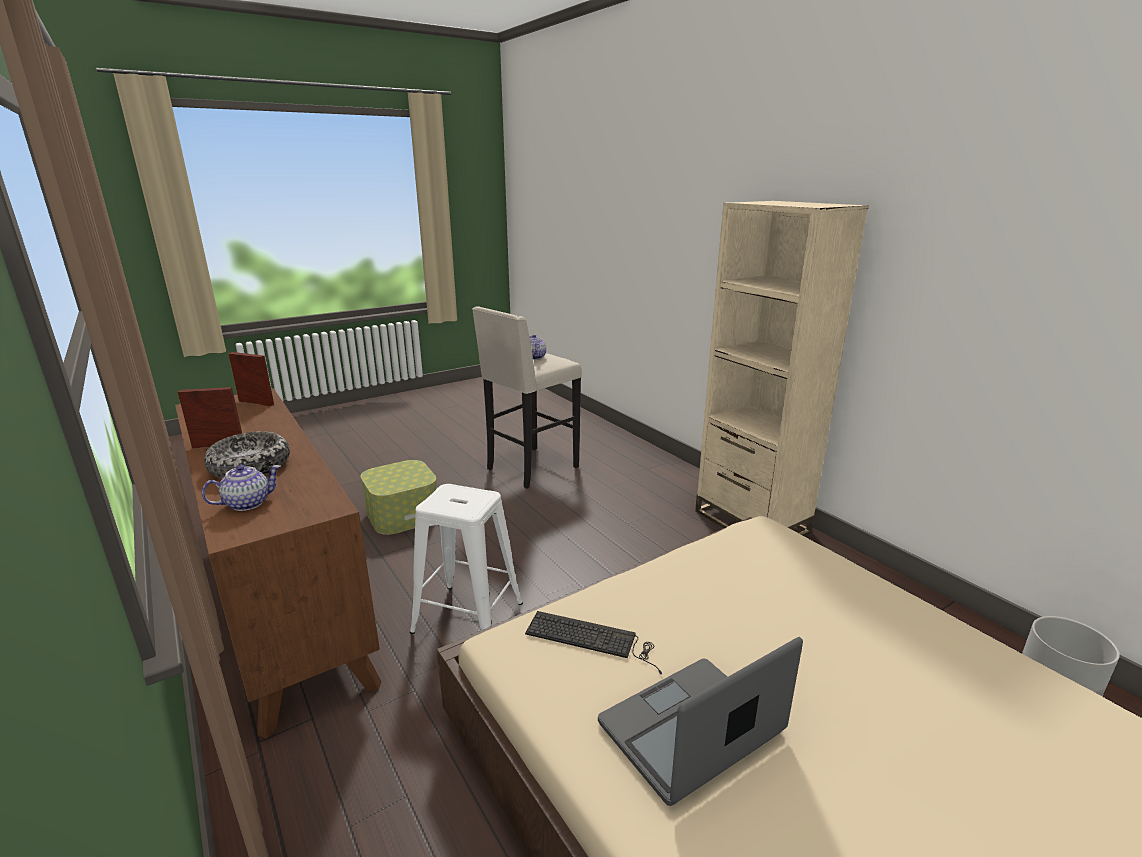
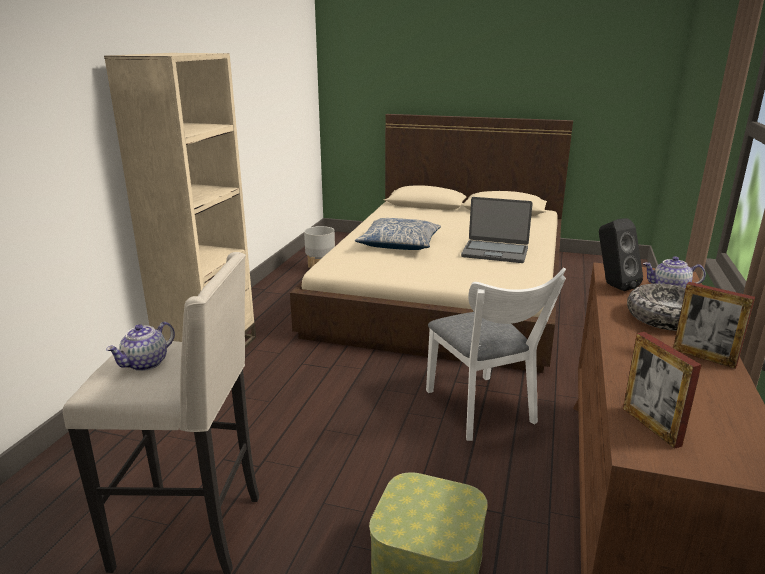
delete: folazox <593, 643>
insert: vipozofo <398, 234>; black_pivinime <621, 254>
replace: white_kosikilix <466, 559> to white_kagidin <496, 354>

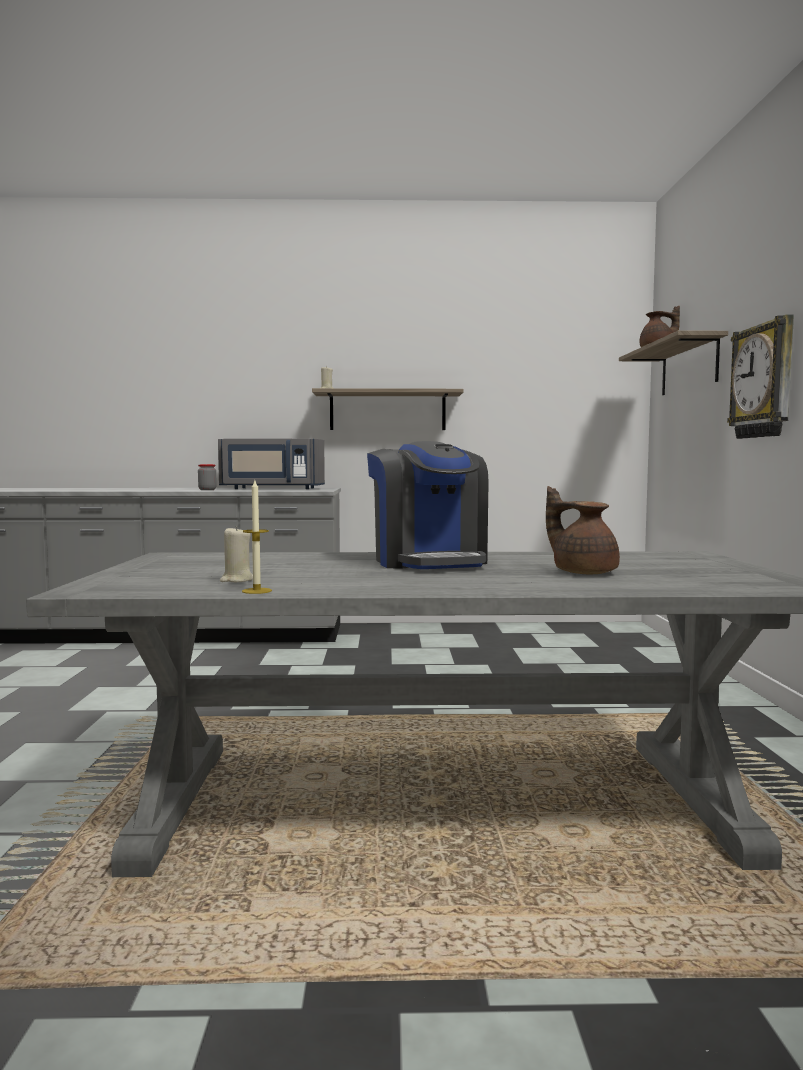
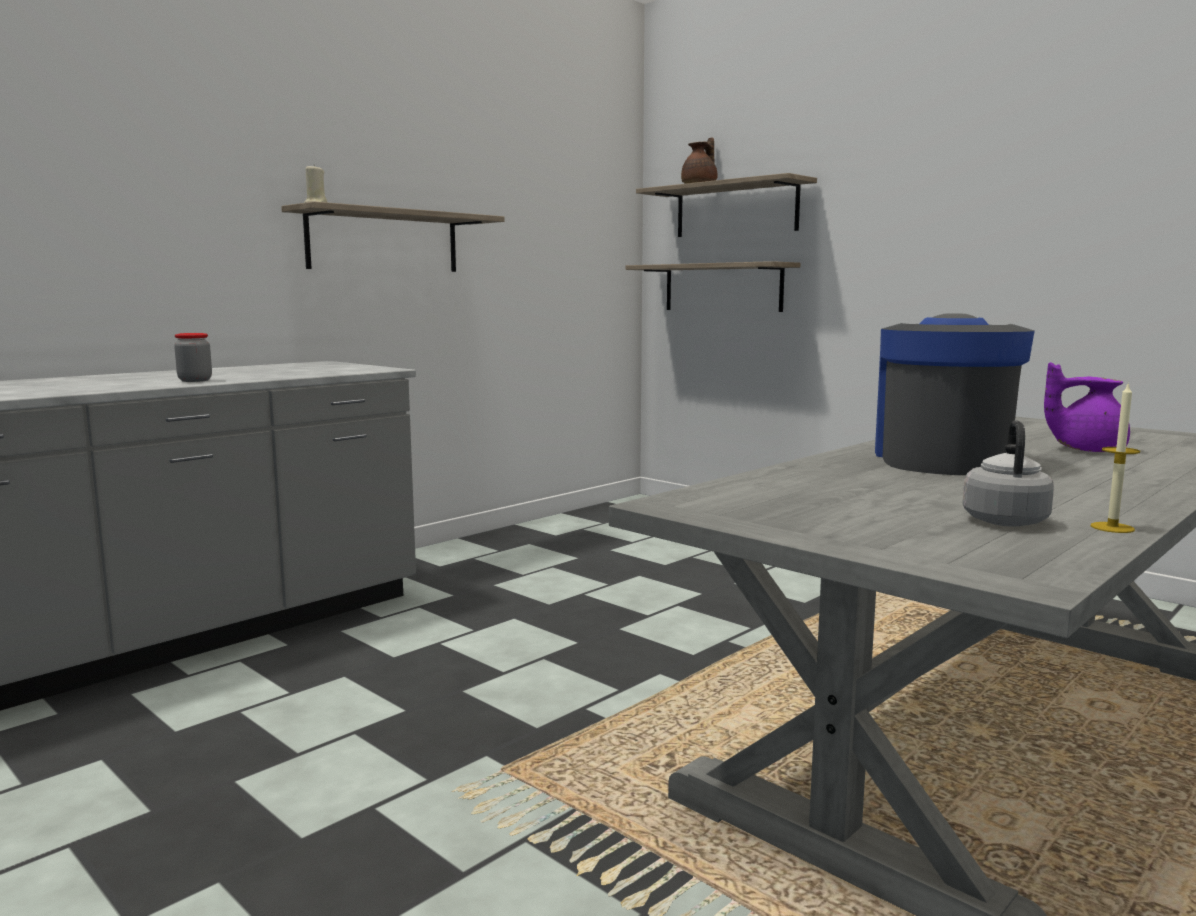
delete: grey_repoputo <271, 463>; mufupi <760, 376>
insert: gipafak <712, 286>
replace: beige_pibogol <236, 554> to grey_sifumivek <1008, 473>
recolor: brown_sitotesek <583, 530> to purple_sitotesek <1087, 407>
rotate: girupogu <428, 505> = <955, 394> 105 degrees counterclockwise

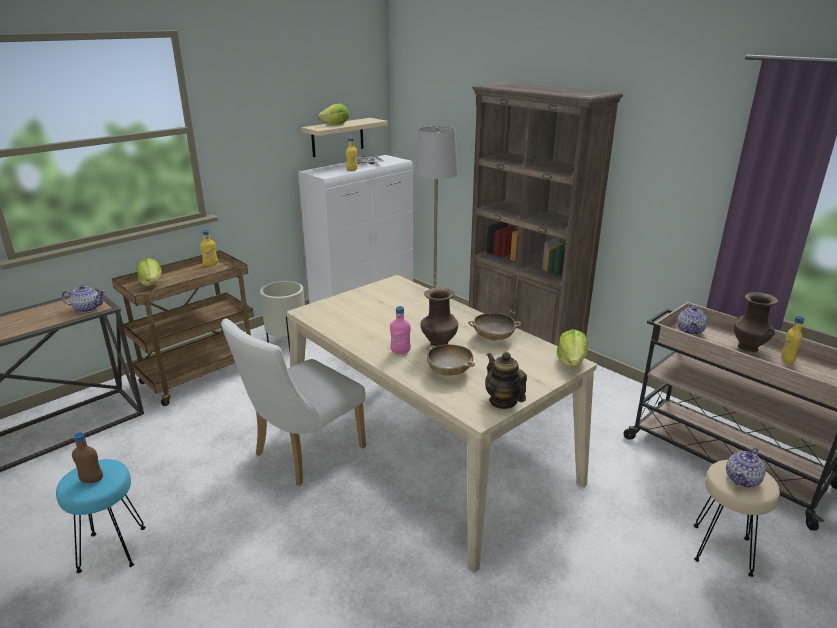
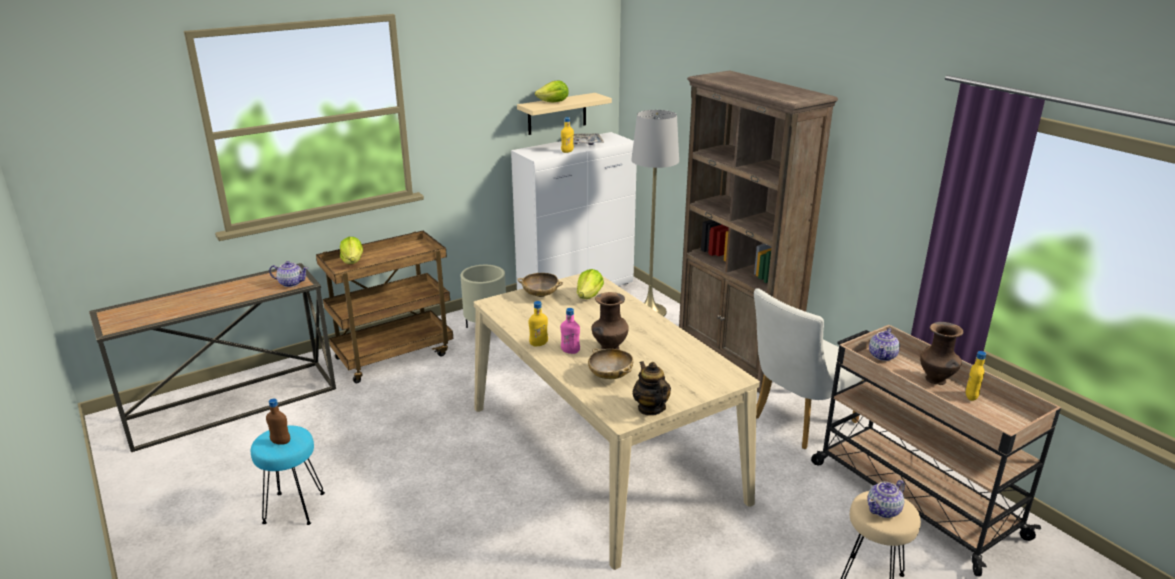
move: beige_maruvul <494, 327> to <540, 285>; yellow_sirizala <209, 248> to <538, 323>; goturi <572, 348> to <590, 284>; white_kagidin <293, 402> to <808, 368>

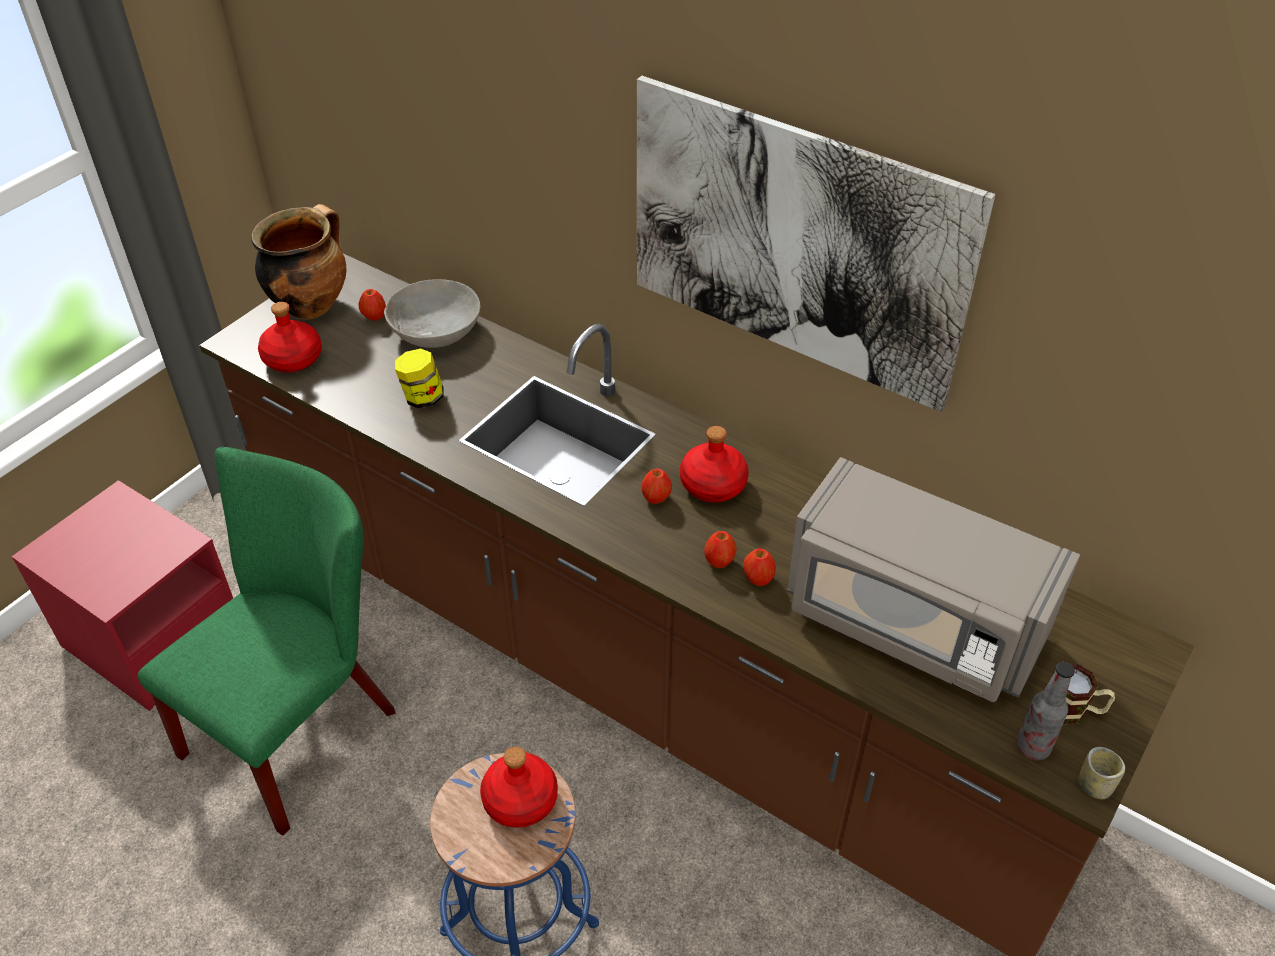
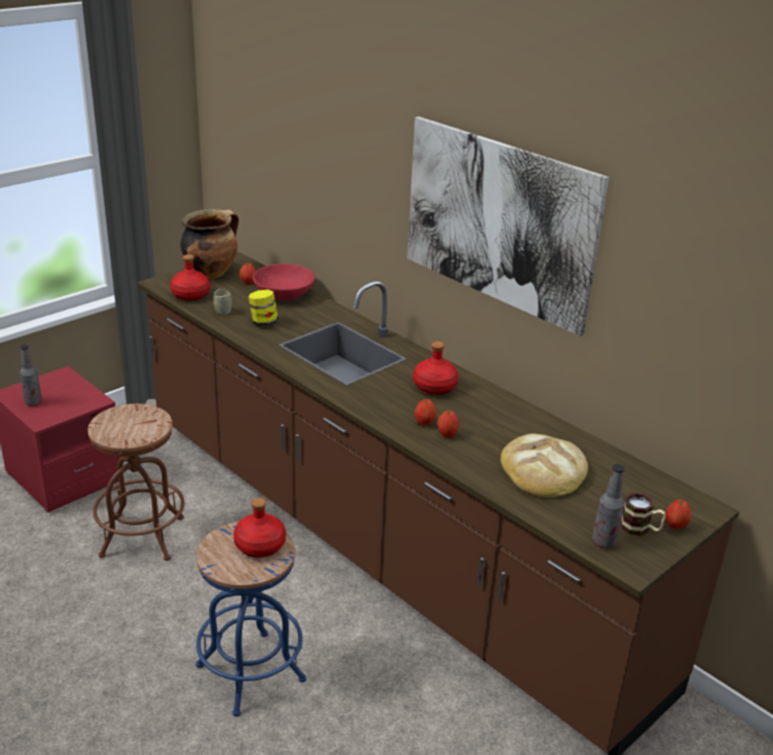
insert: sirizala <31, 375>
move: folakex <1101, 773> to <222, 302>; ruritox <657, 486> to <678, 514>
replace: green_kagidin <266, 641> to brown_kosikilix <136, 482>; grey_repoputo <933, 579> to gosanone <544, 465>
recolor: grey_maruvul <432, 313> to red_maruvul <284, 282>

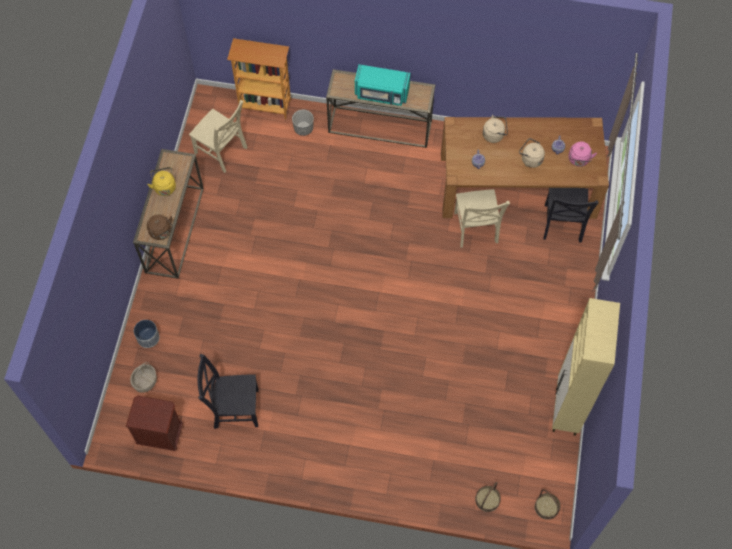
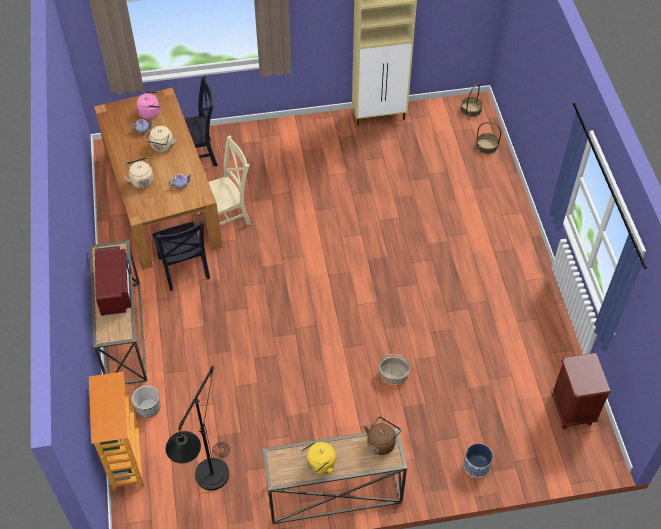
move: black_kagidin <228, 391> to <181, 256>; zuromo <143, 377> to <394, 369>
replace: beige_kagidin <218, 136> to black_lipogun <198, 428>
recolor: turquoise_repoputo <382, 85> to red_repoputo <113, 281>

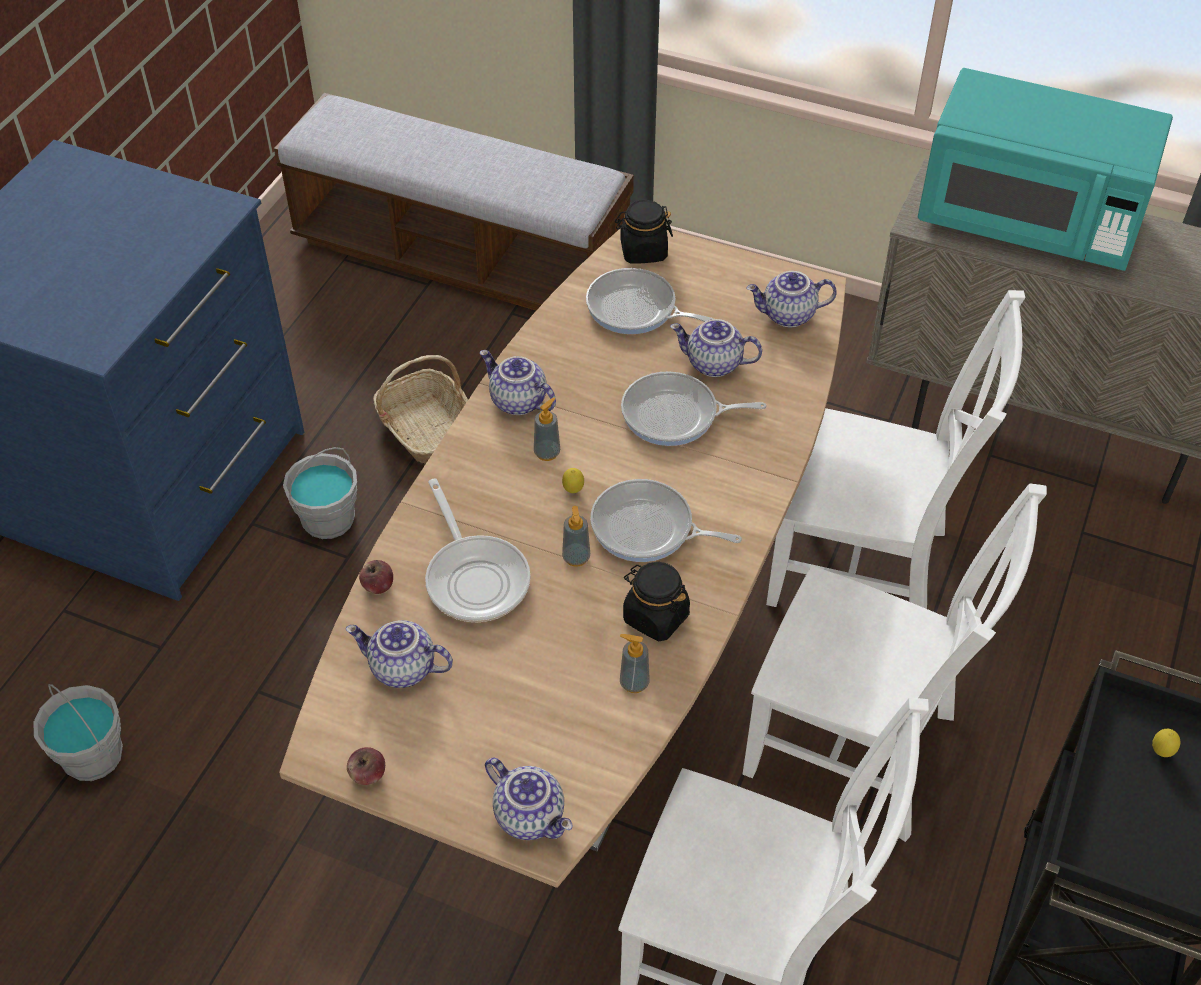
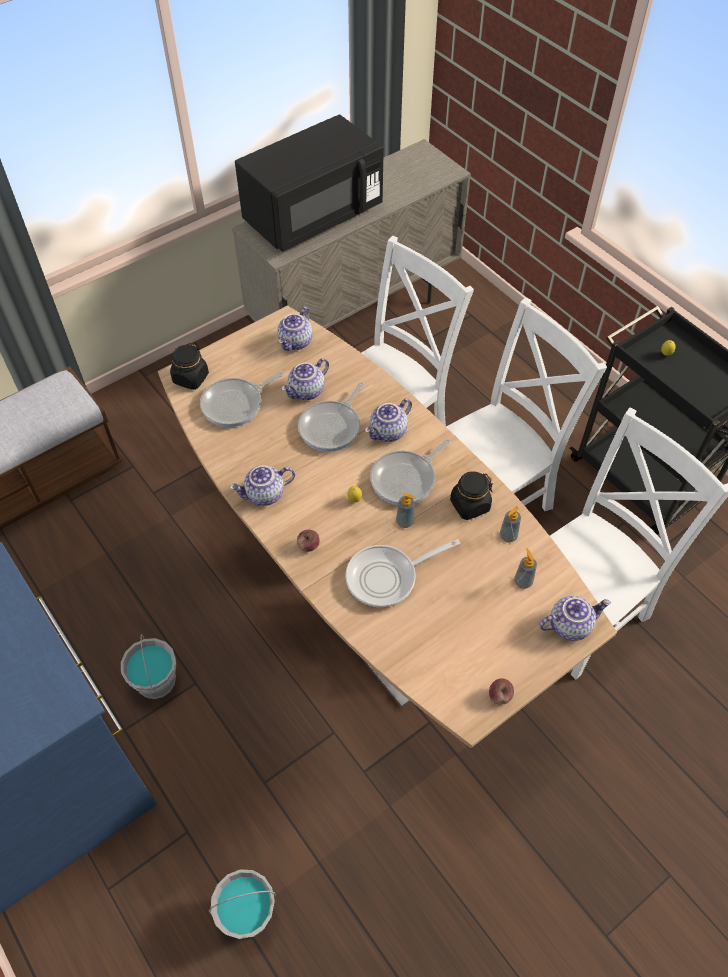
delete: zuromo <420, 409>
move: ruritox <376, 577> to <308, 541>; sitotesek <399, 654> to <388, 420>; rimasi <547, 429> to <525, 568>
recolor: turquoise_repoputo <1045, 169> to black_repoputo <309, 183>
rotate: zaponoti <478, 550> = <402, 573> 150 degrees clockwise

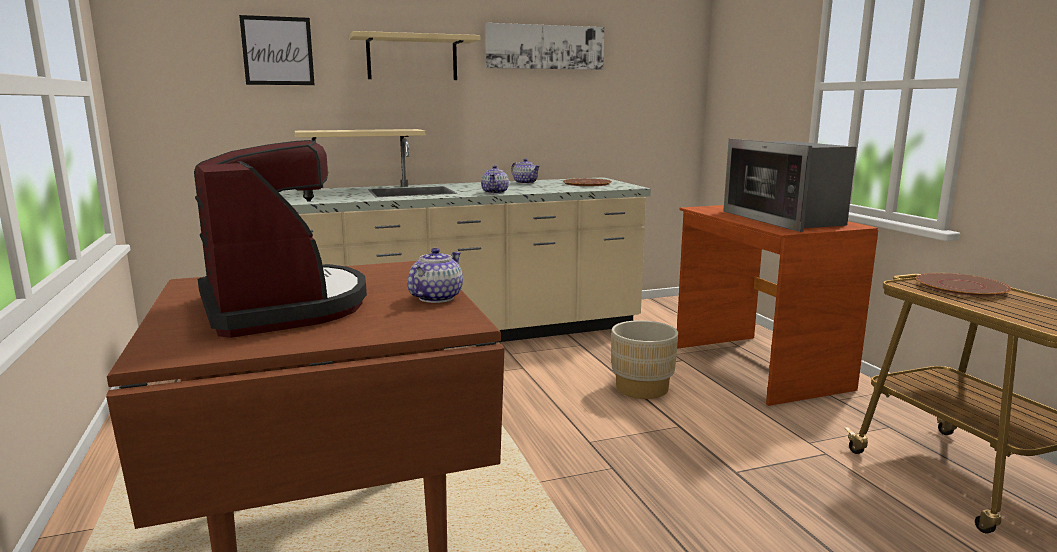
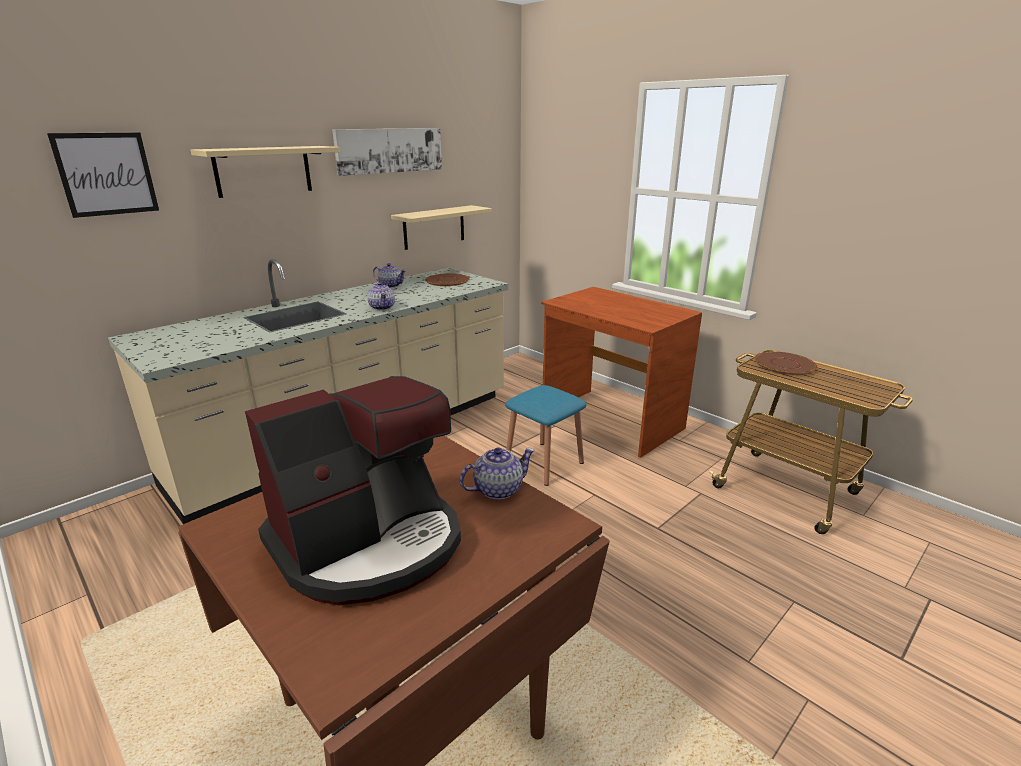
delete: repoputo <790, 185>
move: beige_gipafak <359, 147> to <441, 227>
replace: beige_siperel <644, 359> to blue_kosikilix <545, 435>
rotate: girupogu <280, 239> = <353, 490> 105 degrees clockwise; sitotesek <435, 275> = <497, 473> 60 degrees clockwise

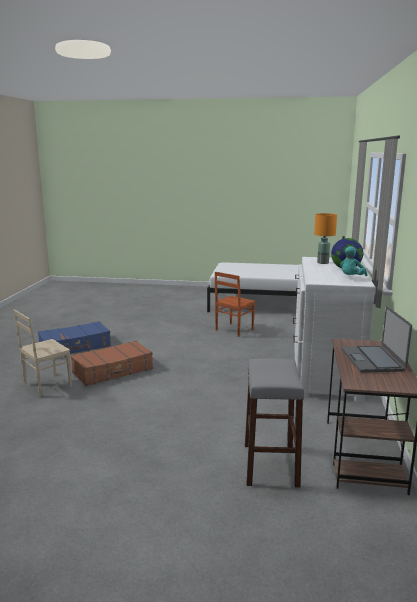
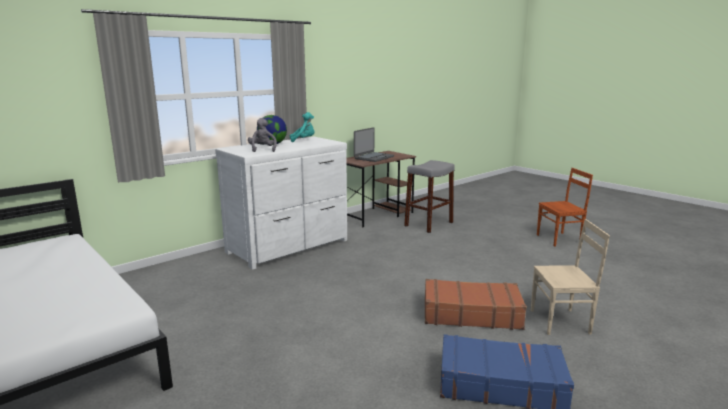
move: brown_kagidin <235, 304> to <565, 207>
replace: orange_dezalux <325, 238> to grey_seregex <262, 135>

